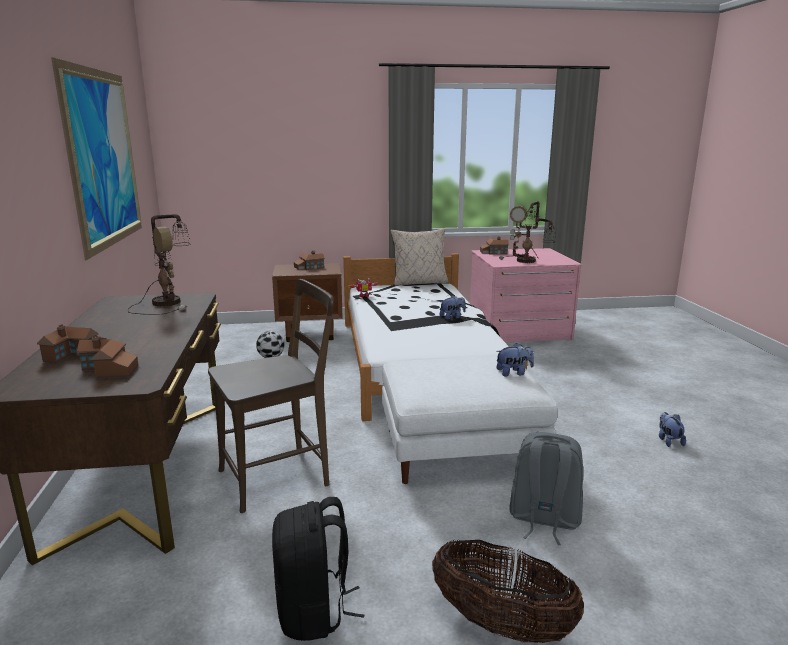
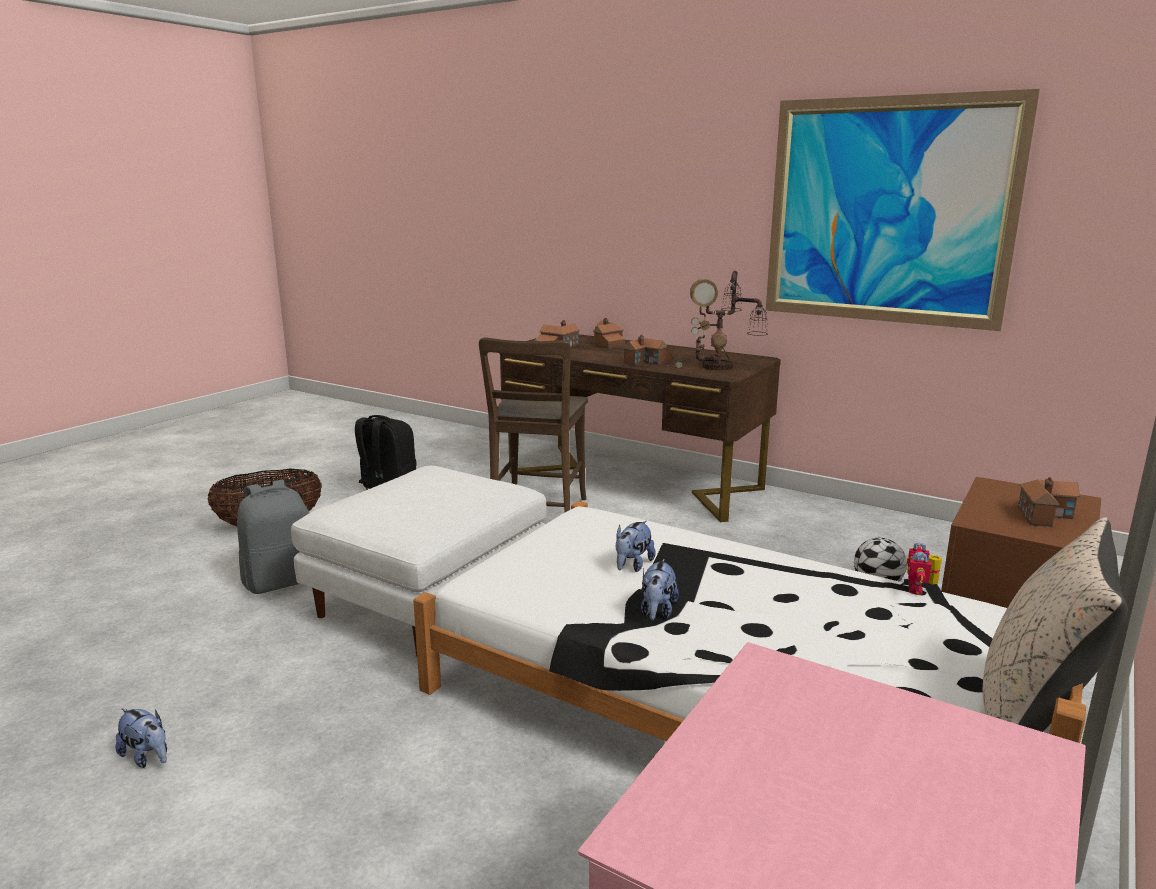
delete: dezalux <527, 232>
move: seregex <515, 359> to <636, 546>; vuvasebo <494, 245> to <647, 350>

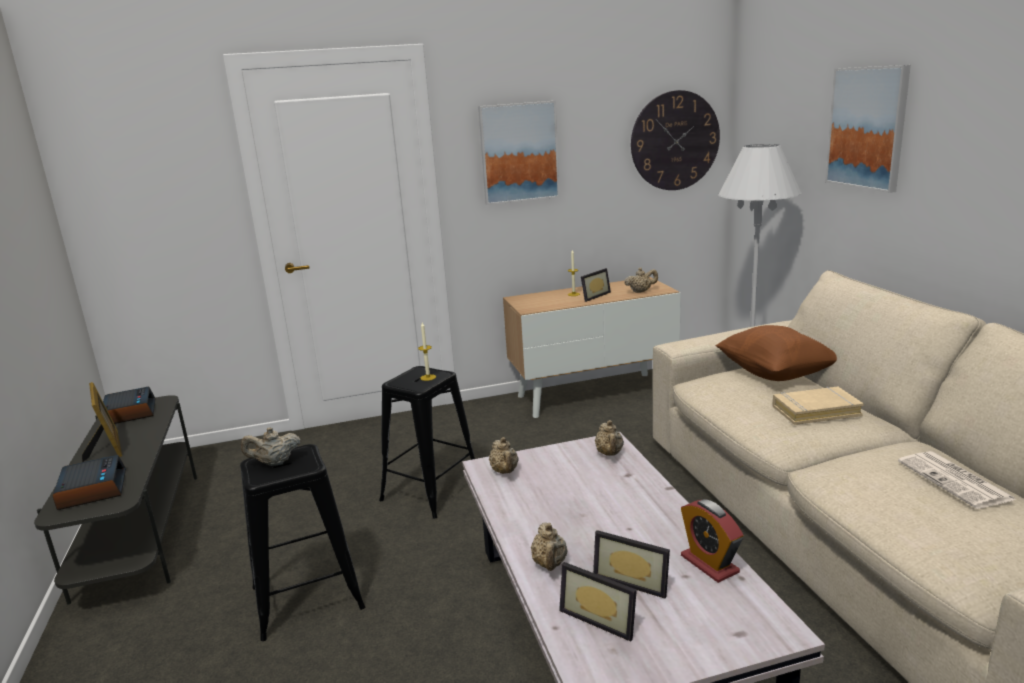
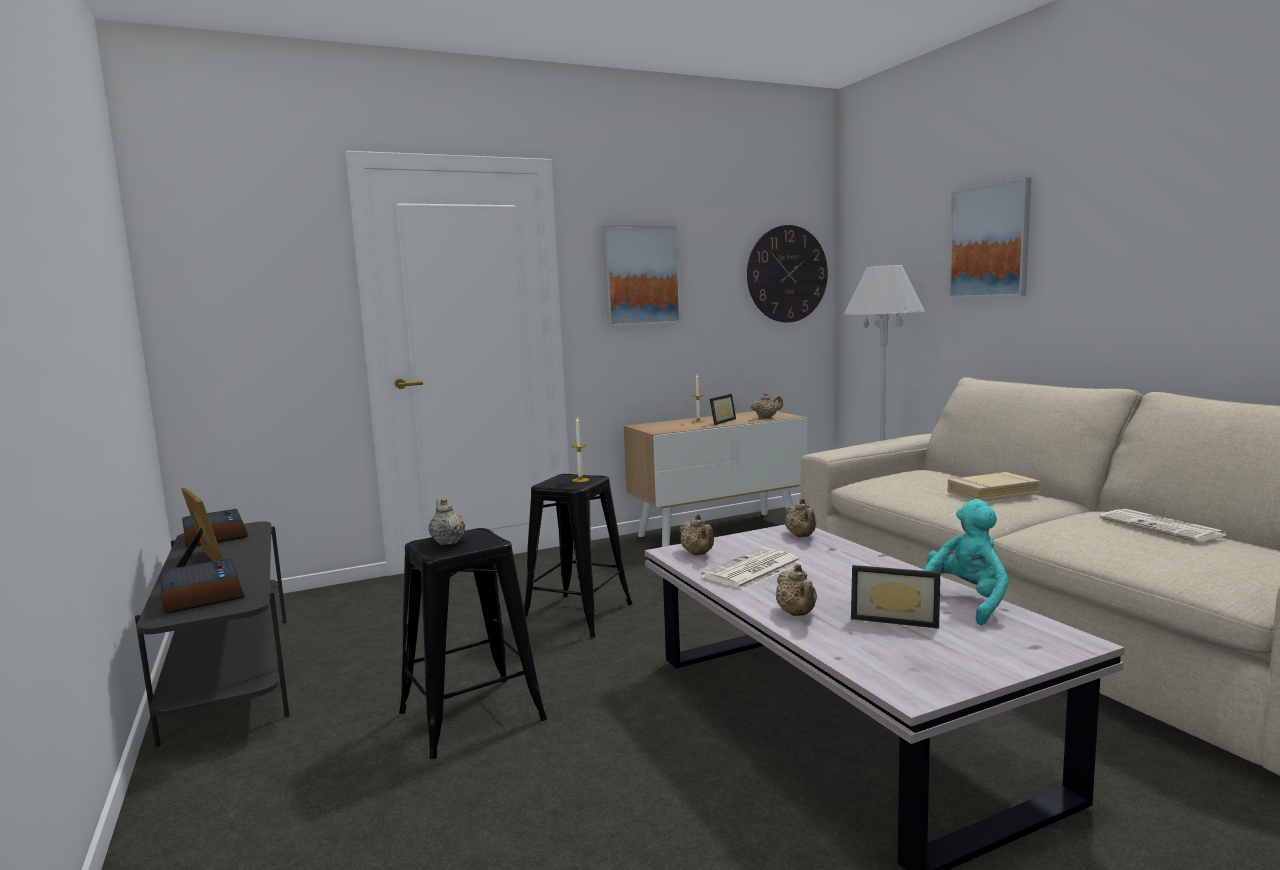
delete: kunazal <598, 602>; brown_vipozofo <776, 353>
insert: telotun <751, 569>
replace: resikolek <712, 541> to turquoise_seregex <966, 562>
rotate: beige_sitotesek <271, 447> = <447, 521> 90 degrees clockwise

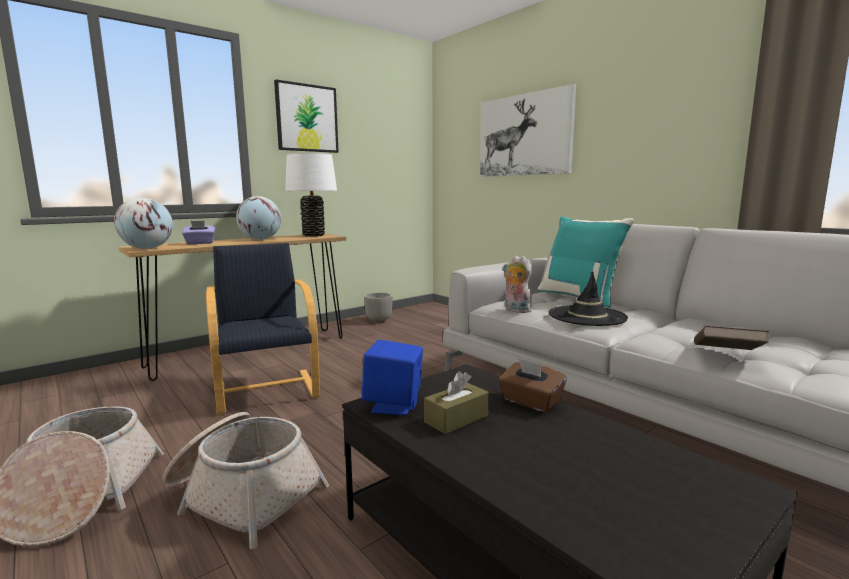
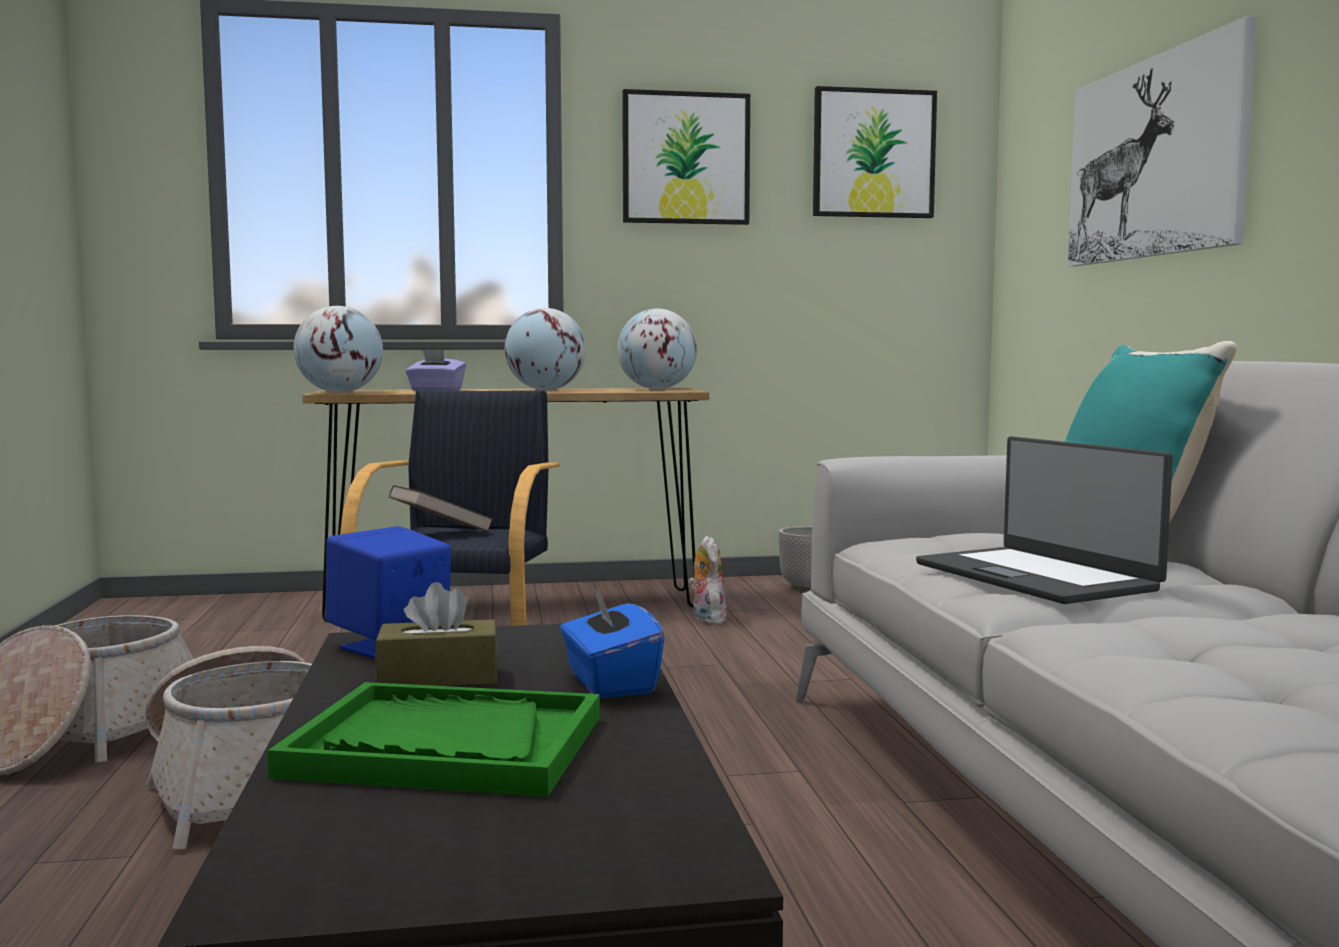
insert: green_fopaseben <434, 739>; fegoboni <875, 152>
move: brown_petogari <731, 338> to <441, 508>; seregex <517, 284> to <708, 580>
replace: white_dezalux <311, 195> to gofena <657, 348>; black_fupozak <588, 298> to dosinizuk <1044, 520>
recolor: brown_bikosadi <533, 385> to blue_bikosadi <612, 642>

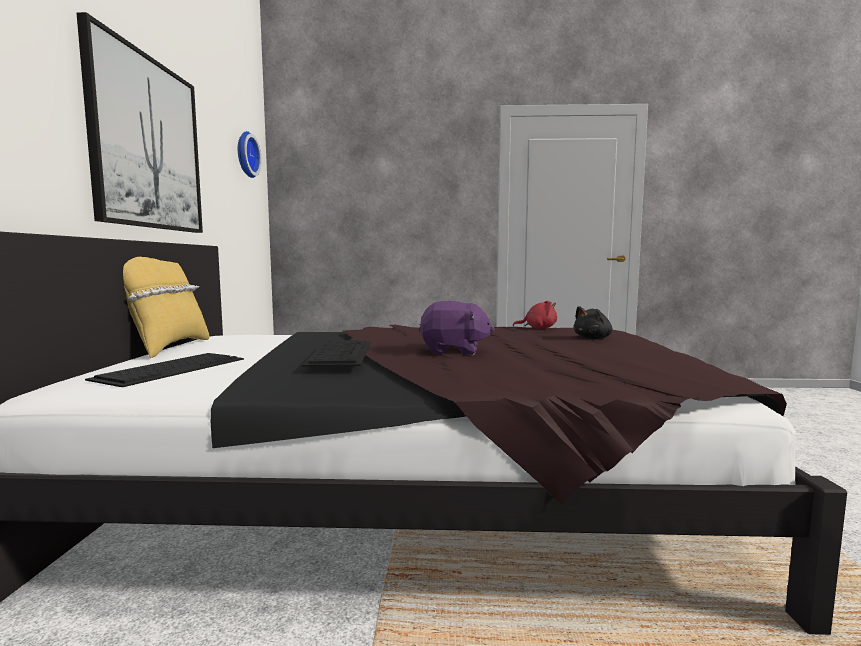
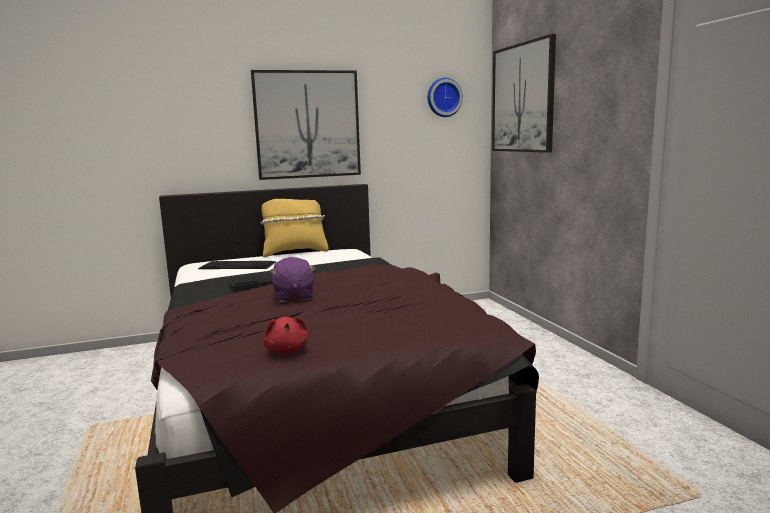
delete: black_seregex <592, 322>
insert: fegoboni <524, 93>
move: red_seregex <535, 315> to <286, 335>

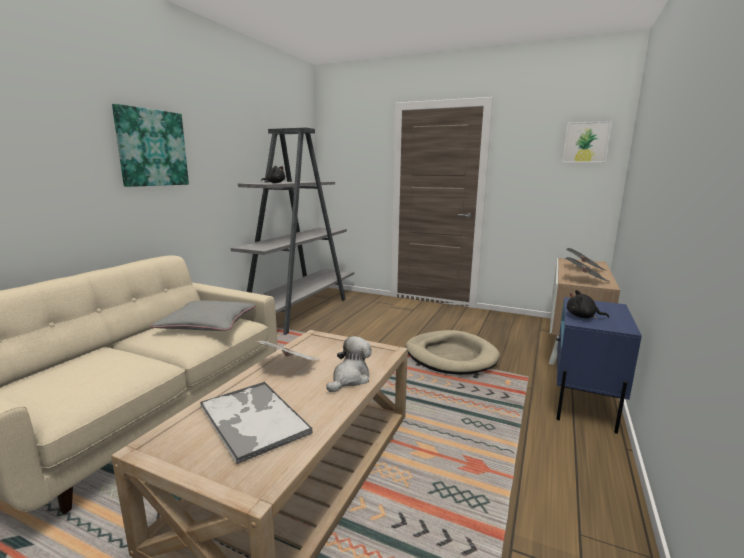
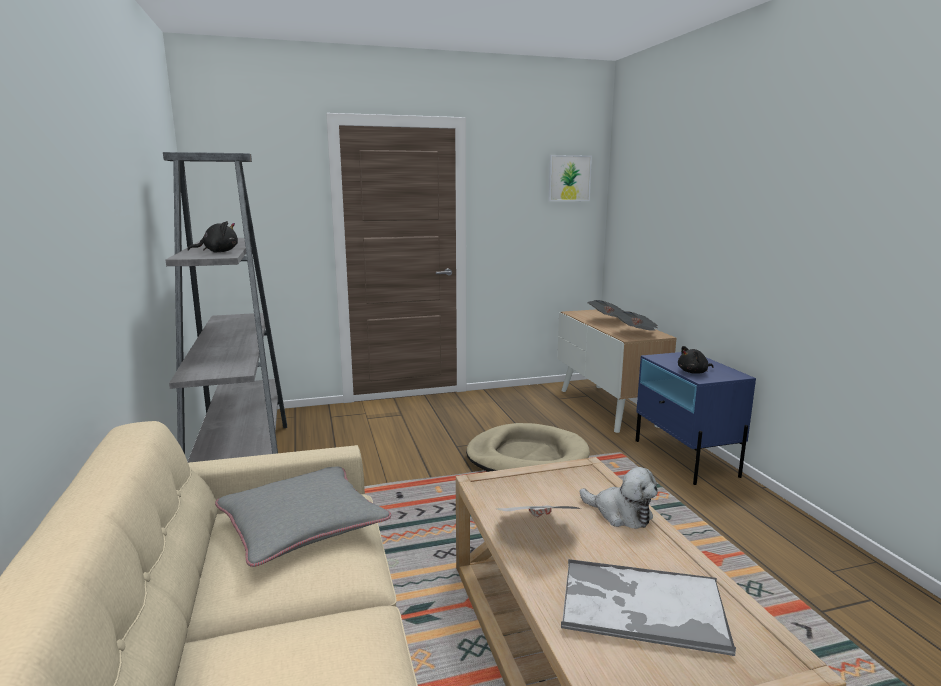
delete: fegoboni <150, 145>
rotate: seregex <349, 364> = <619, 498> 135 degrees clockwise

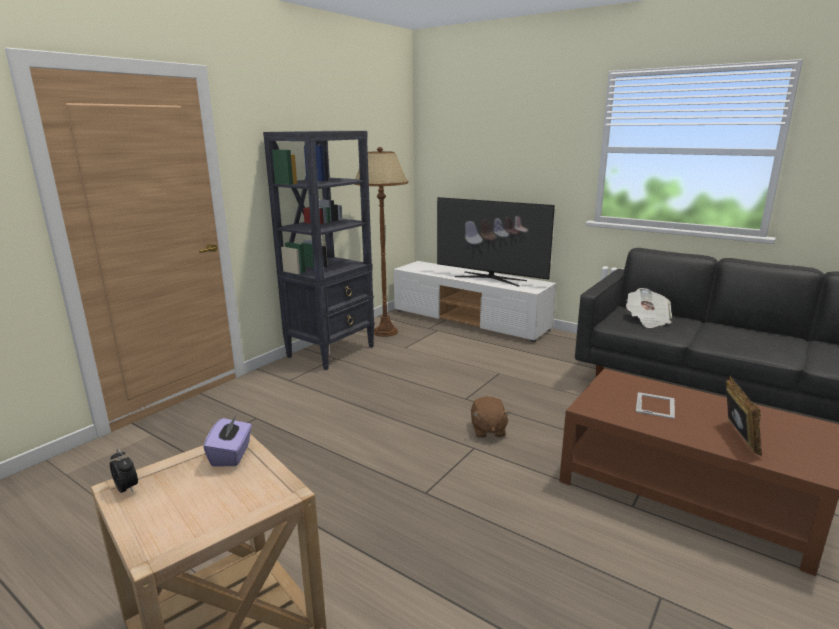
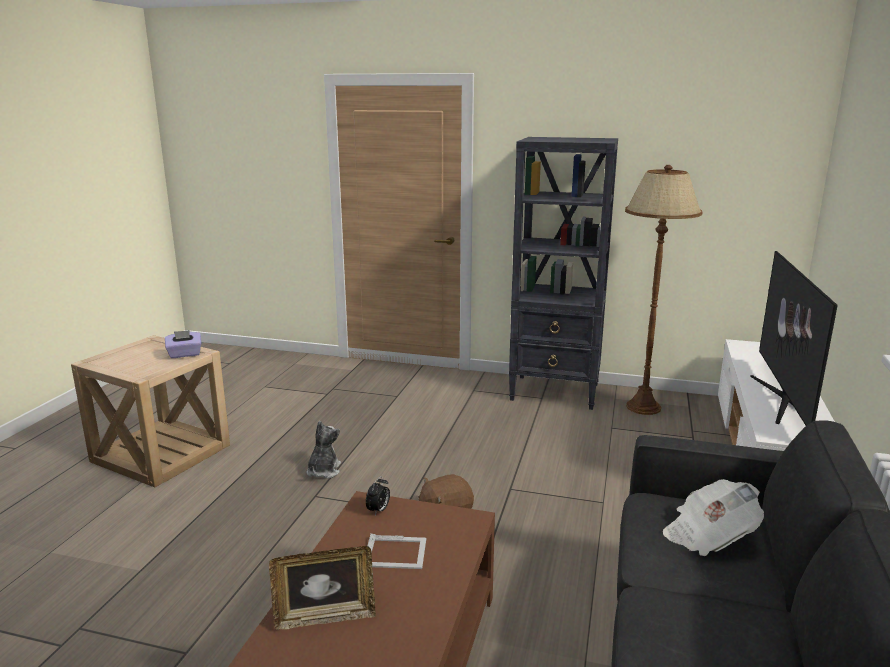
insert: seregex <324, 450>
move: resikolek <124, 471> to <378, 495>

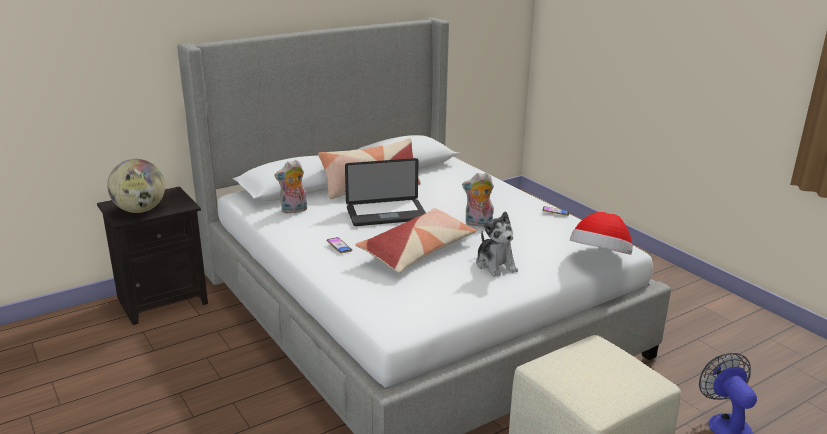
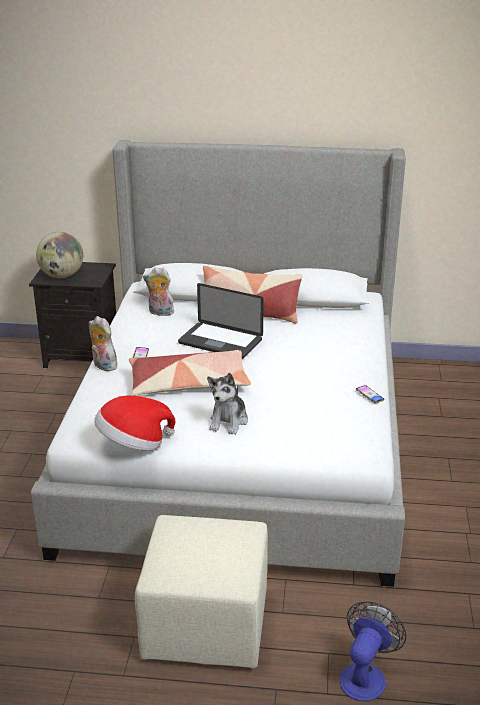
move: seregex <478, 200> to <103, 343>; fupozak <601, 233> to <135, 423>

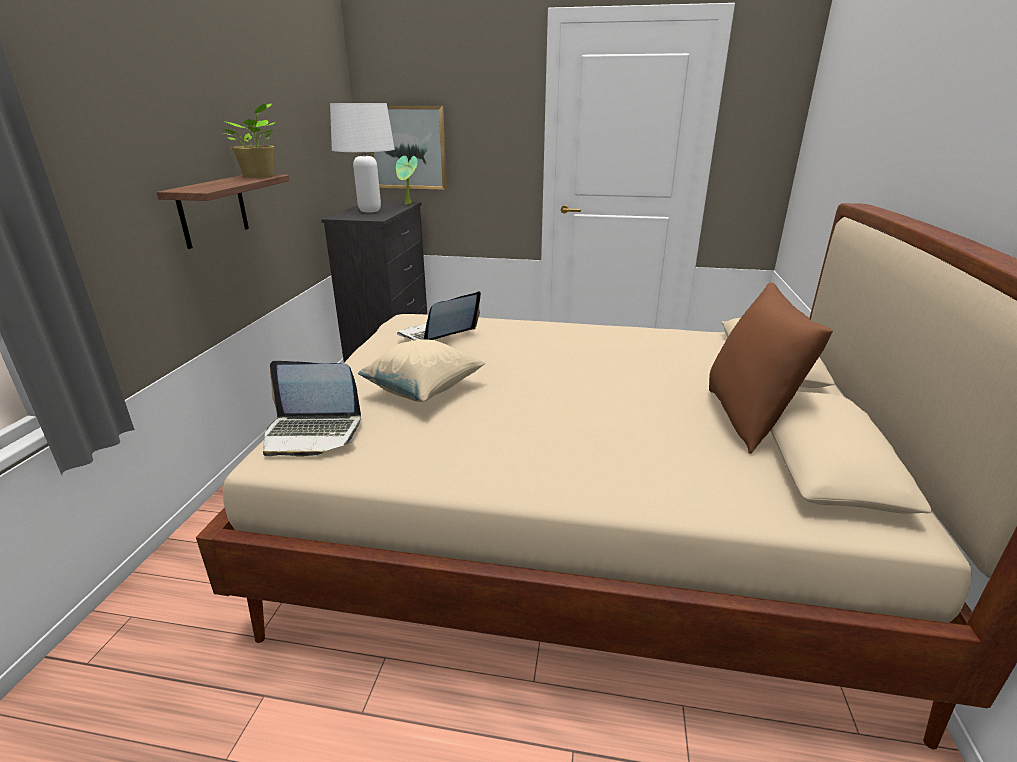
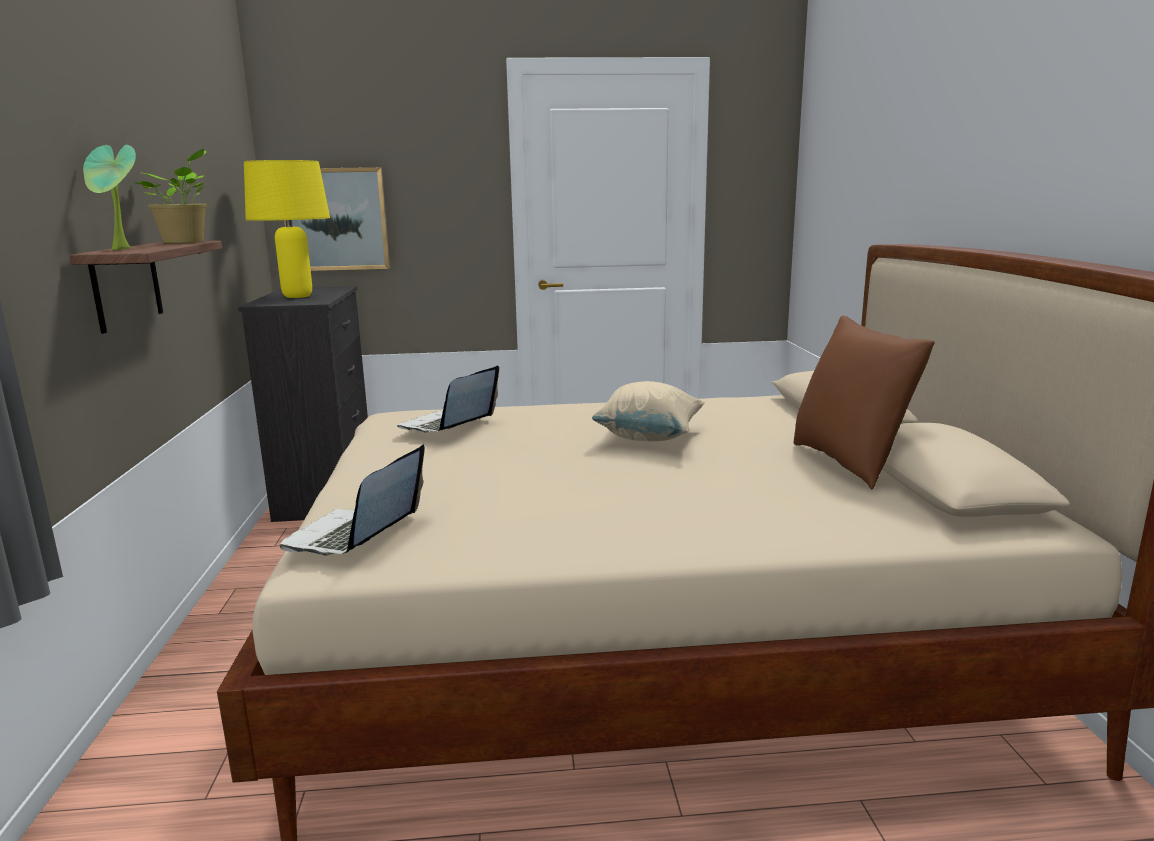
move: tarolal <407, 180> to <109, 197>; beige_vipozofo <422, 370> to <648, 411>
recolor: white_dezalux <362, 158> to yellow_dezalux <287, 229>
rotate: dosinizuk <312, 409> = <352, 499> 120 degrees clockwise

